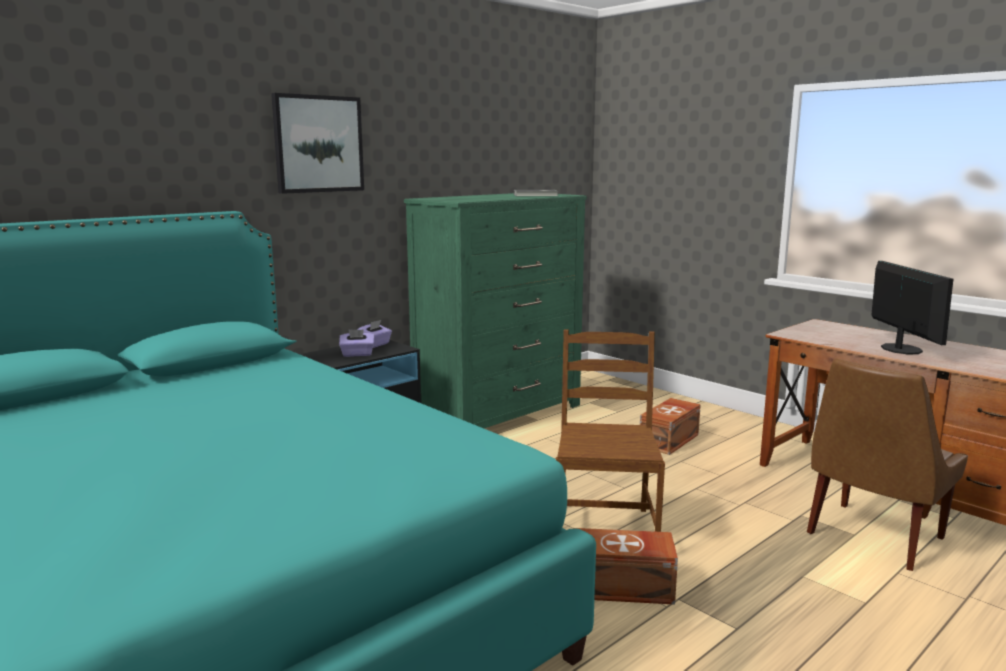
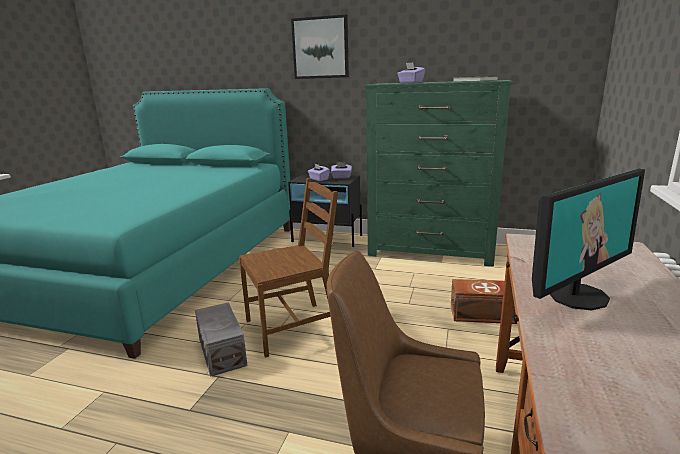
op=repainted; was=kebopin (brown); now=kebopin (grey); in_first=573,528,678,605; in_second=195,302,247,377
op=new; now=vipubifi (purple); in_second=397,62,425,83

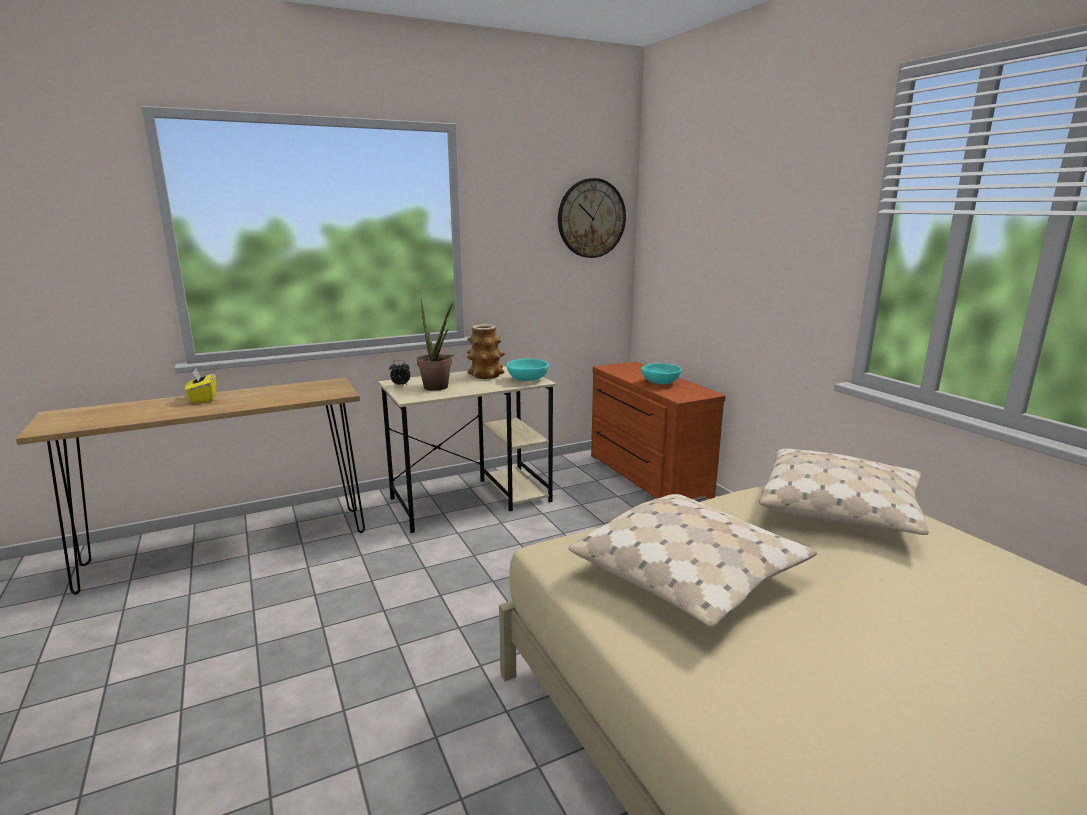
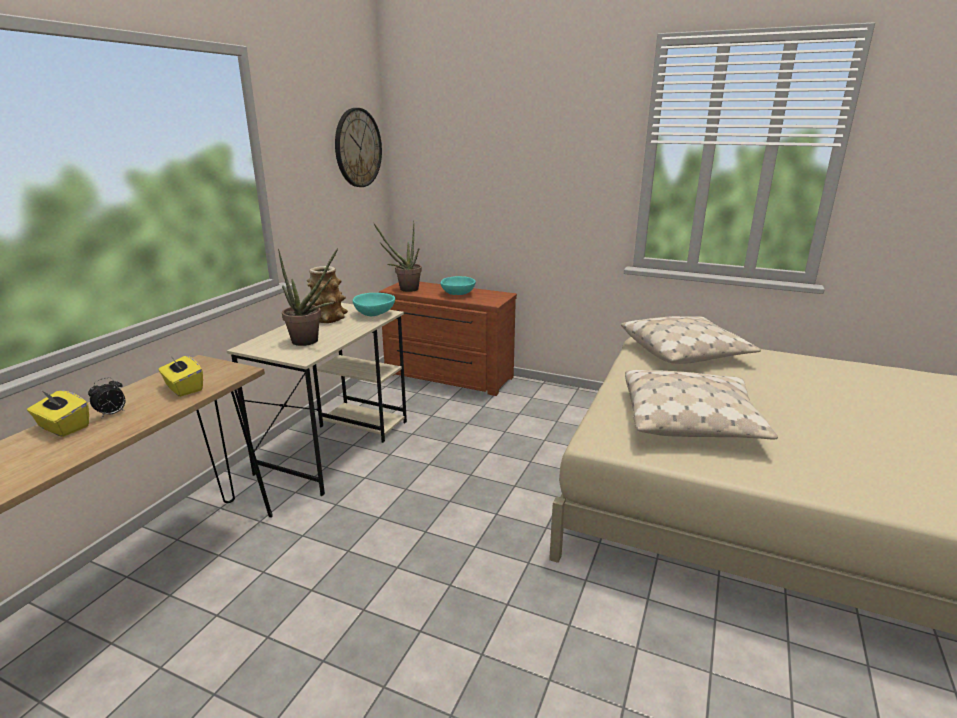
op=shifted; was=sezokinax; in_first=389,360,410,386; in_second=88,377,125,418
op=new; now=vipubifi (yellow); in_second=158,355,203,397
op=new; now=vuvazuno; in_second=374,221,422,292

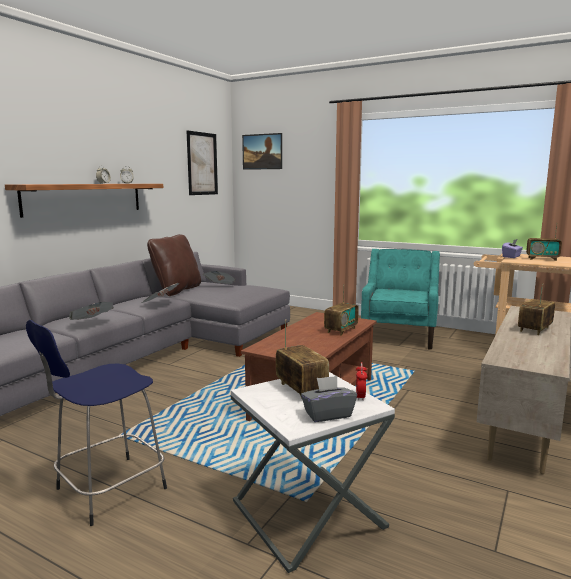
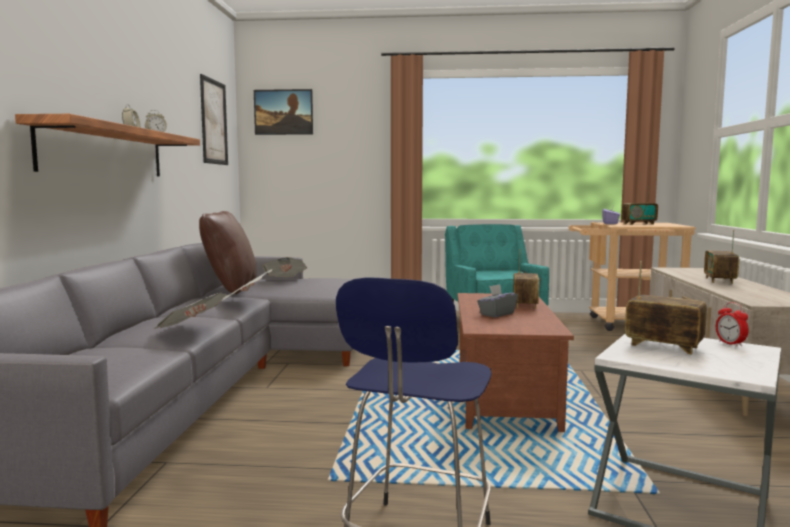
op=shifted; was=vipubifi (grey); in_first=301,376,357,422; in_second=477,284,518,317

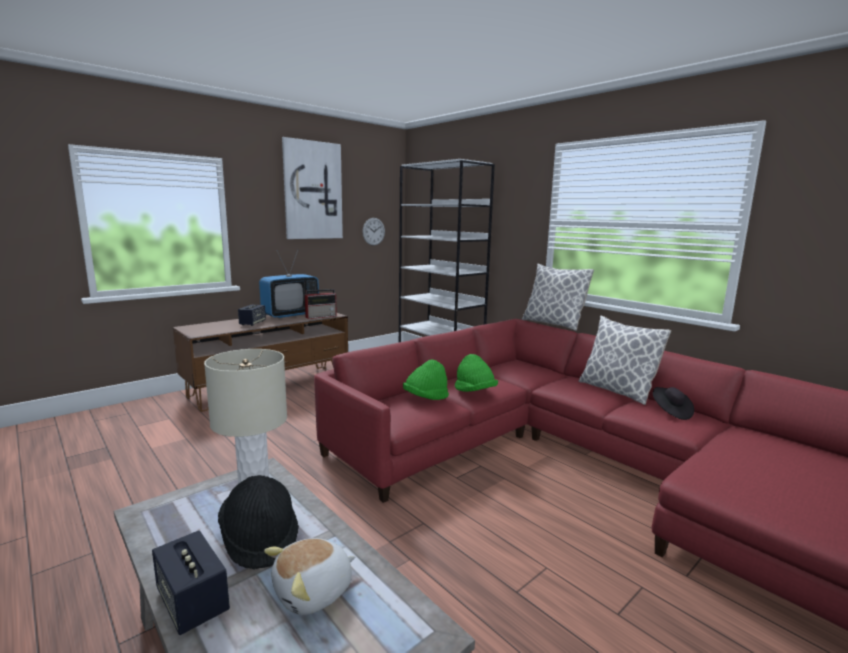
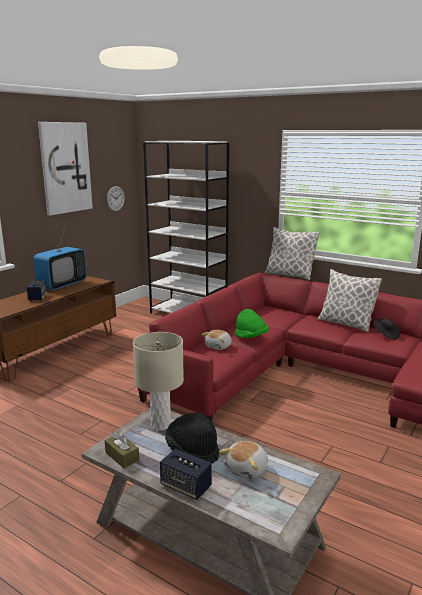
op=gone; was=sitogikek; in_first=305,289,337,319
op=swapped; was=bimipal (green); now=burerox; in_first=403,360,449,400; in_second=202,330,232,350
op=new; now=vipubifi (brown); in_second=105,431,139,468

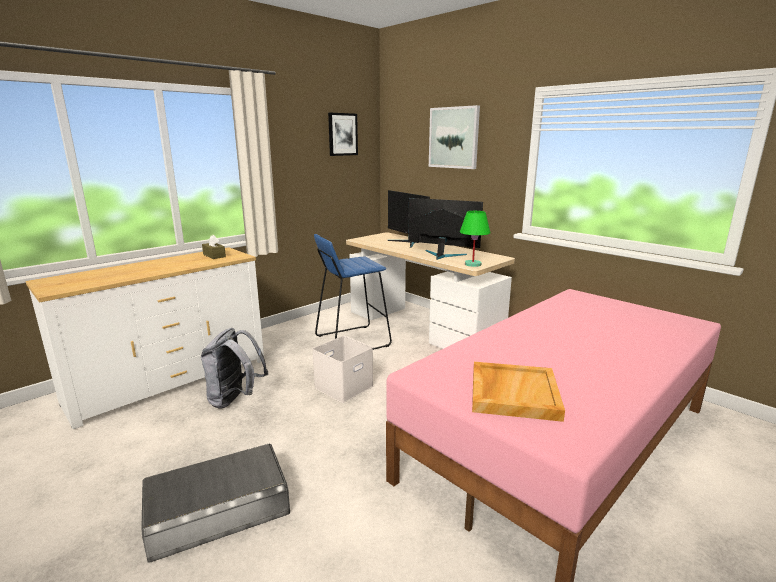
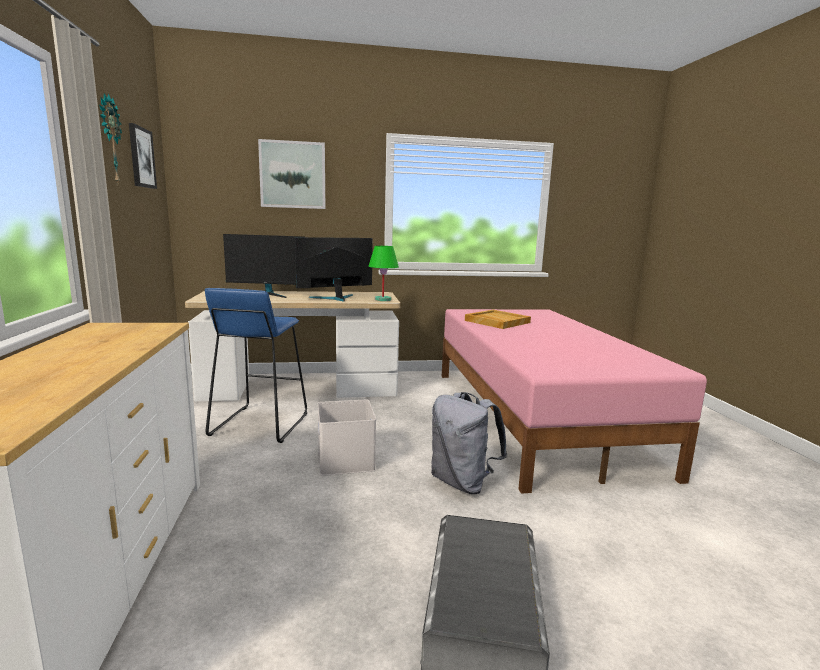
op=shifted; was=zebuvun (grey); in_first=201,328,268,409; in_second=431,392,507,494
op=gone; was=vipubifi (brown); in_first=202,235,226,259
op=shifted; was=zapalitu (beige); in_first=472,362,565,422; in_second=465,310,531,329
op=new; now=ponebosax; in_second=99,93,122,184

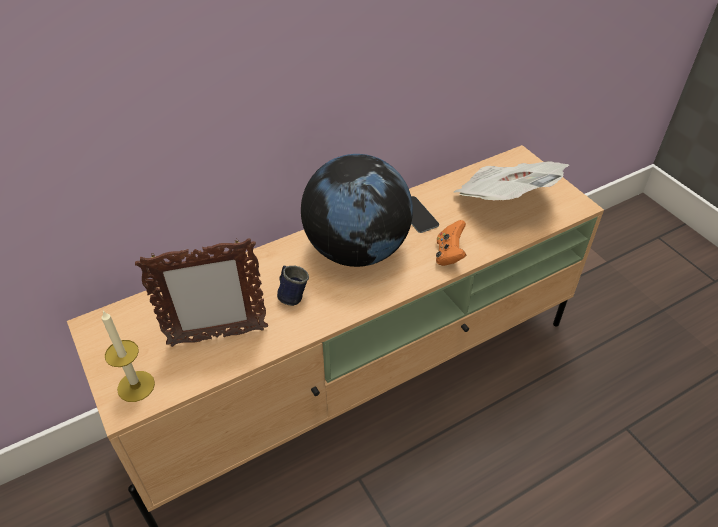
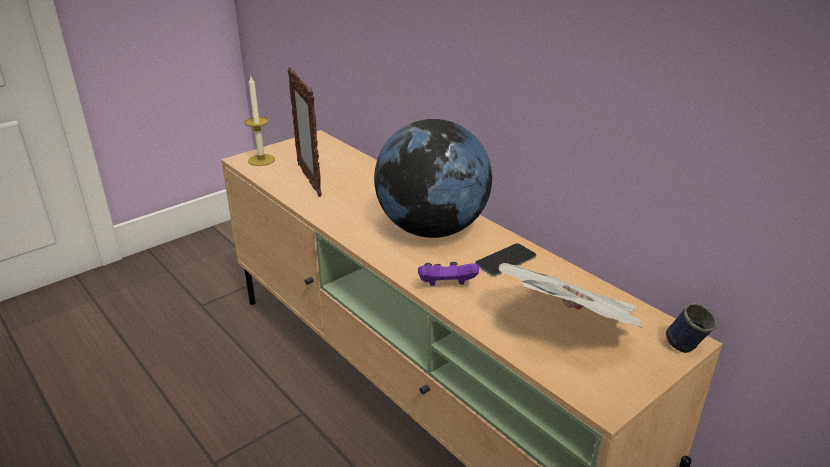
op=shifted; was=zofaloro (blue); in_first=277,266,309,306; in_second=666,303,717,353
op=repainted; was=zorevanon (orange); now=zorevanon (purple); in_first=436,220,466,266; in_second=418,262,479,286

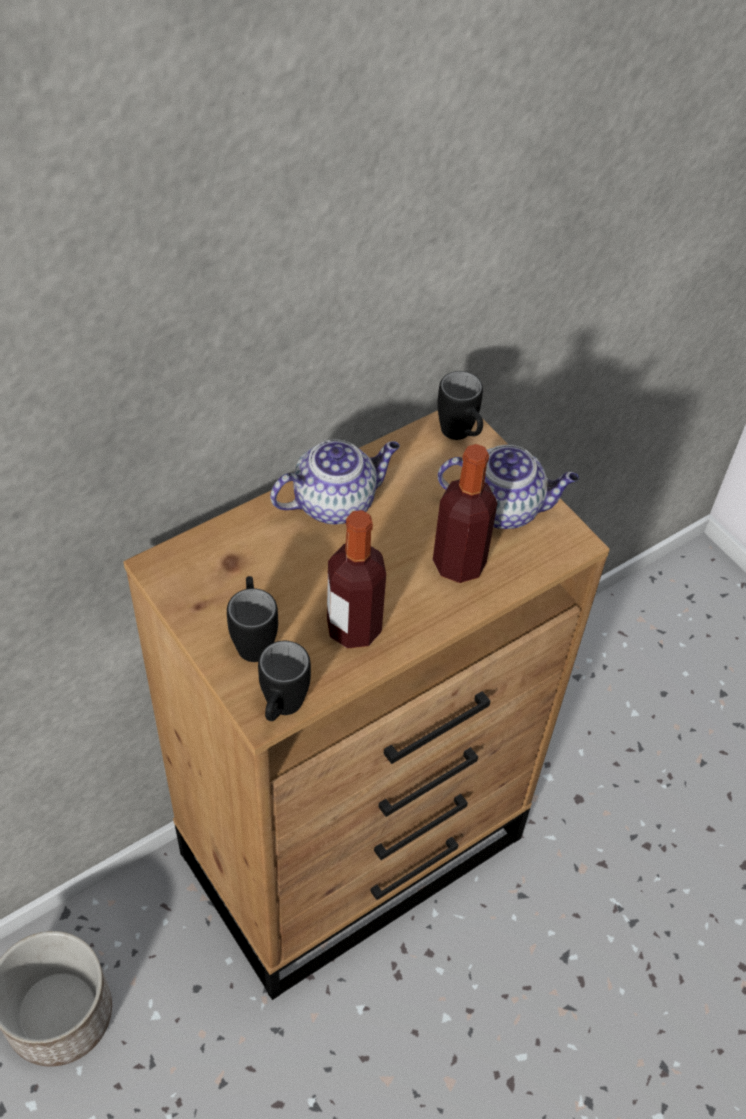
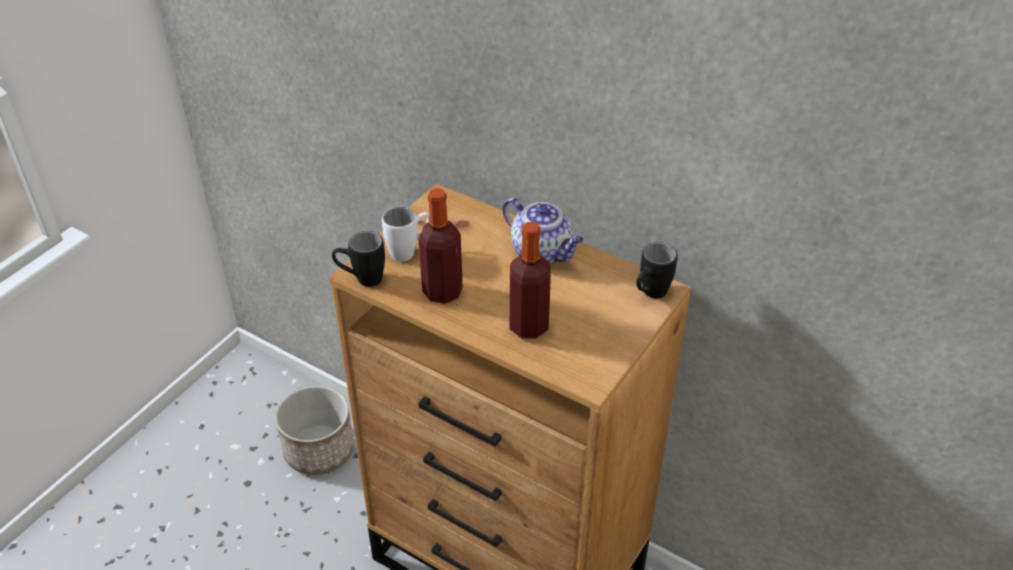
op=repainted; was=zofaloro (black); now=zofaloro (white); in_first=227,576,278,662; in_second=382,207,430,262
op=gone; was=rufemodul; in_first=438,445,579,529

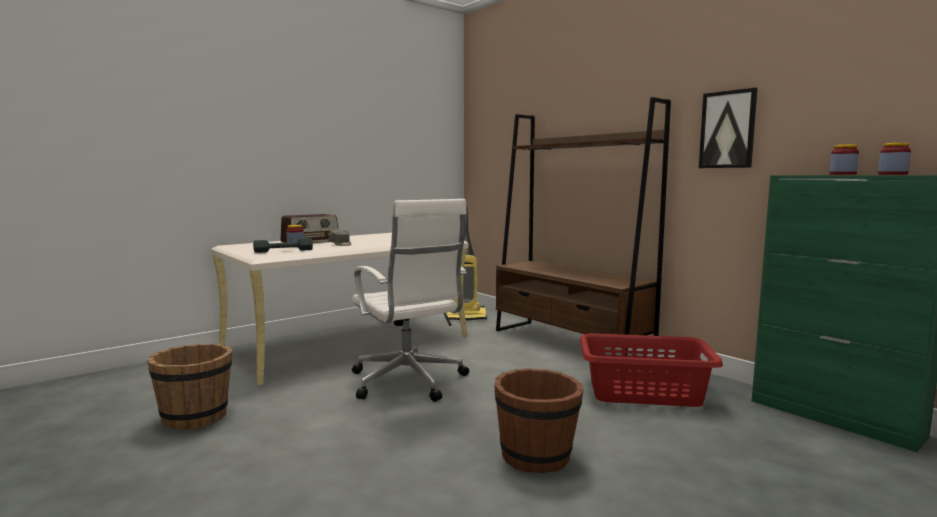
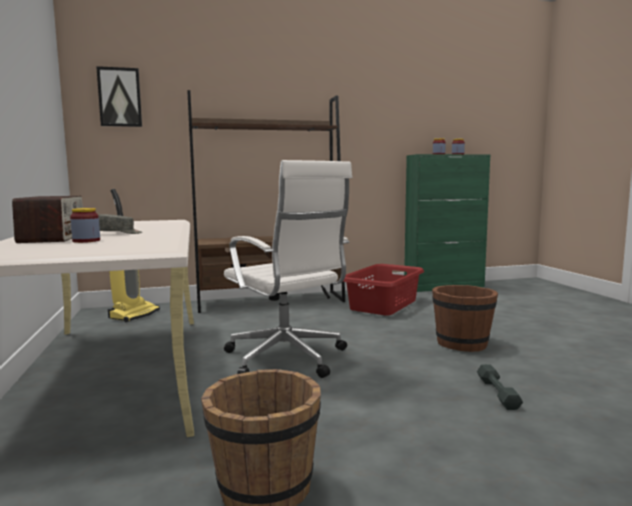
op=shifted; was=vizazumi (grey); in_first=253,238,313,253; in_second=477,364,523,410
op=rotated; was=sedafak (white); in_first=352,199,469,402; in_second=224,160,352,378; clockwise=60
op=shifted; was=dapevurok; in_first=699,88,758,168; in_second=96,66,142,127

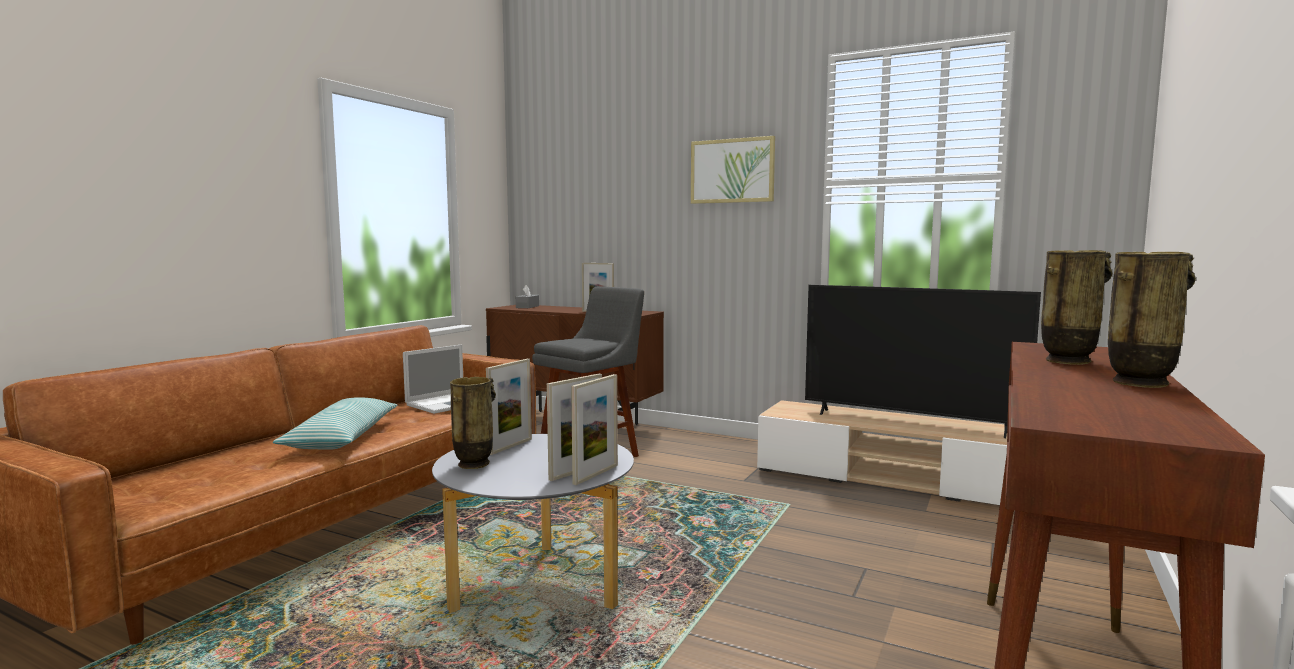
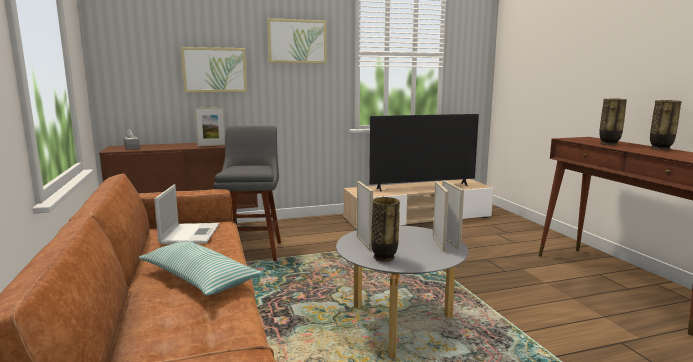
op=new; now=dapevurok; in_second=181,47,247,93

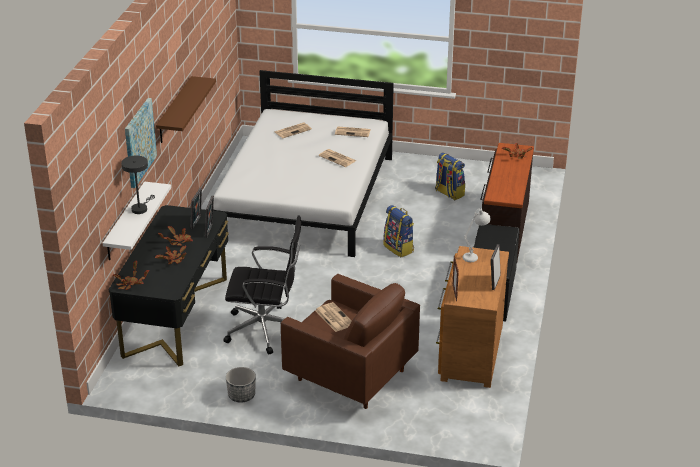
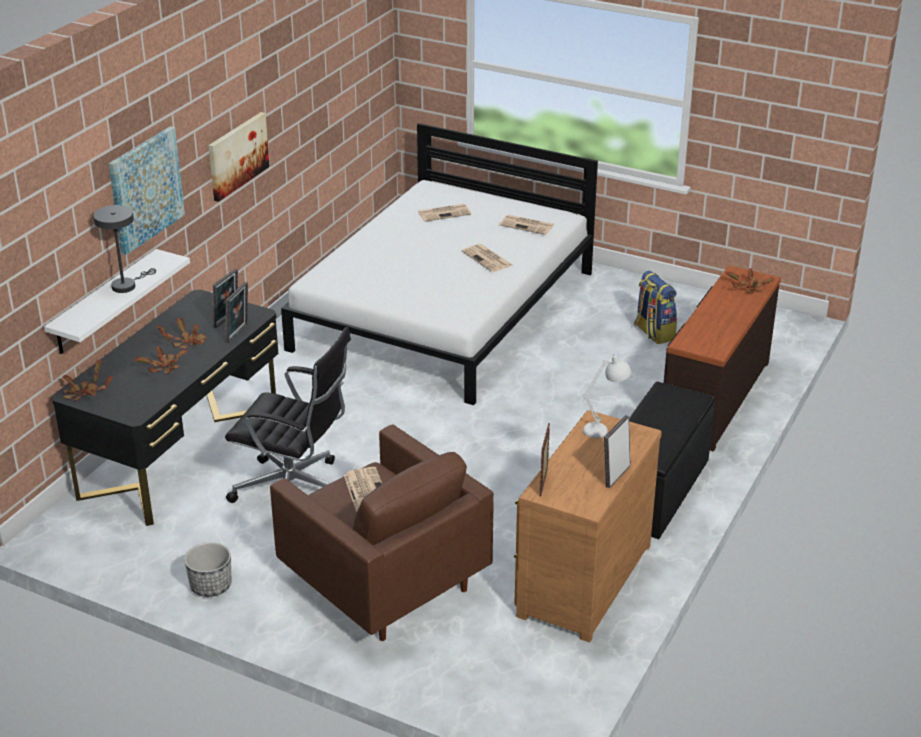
op=swapped; was=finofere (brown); now=dapevurok; in_first=156,76,216,143; in_second=208,112,270,202
op=gone; was=zebuvun; in_first=383,205,414,257

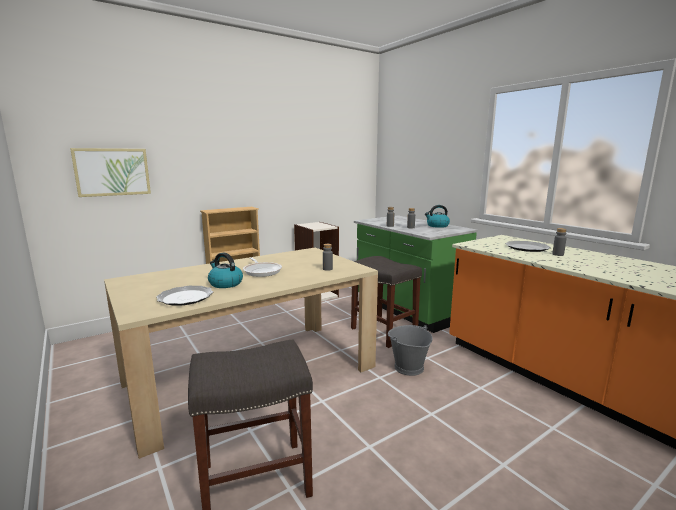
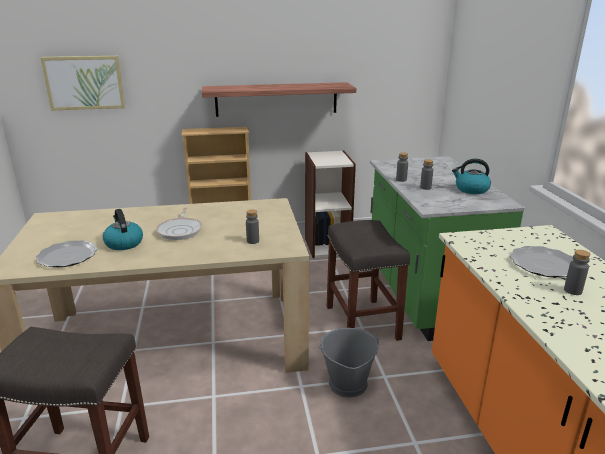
op=new; now=finofere; in_second=202,82,356,117

